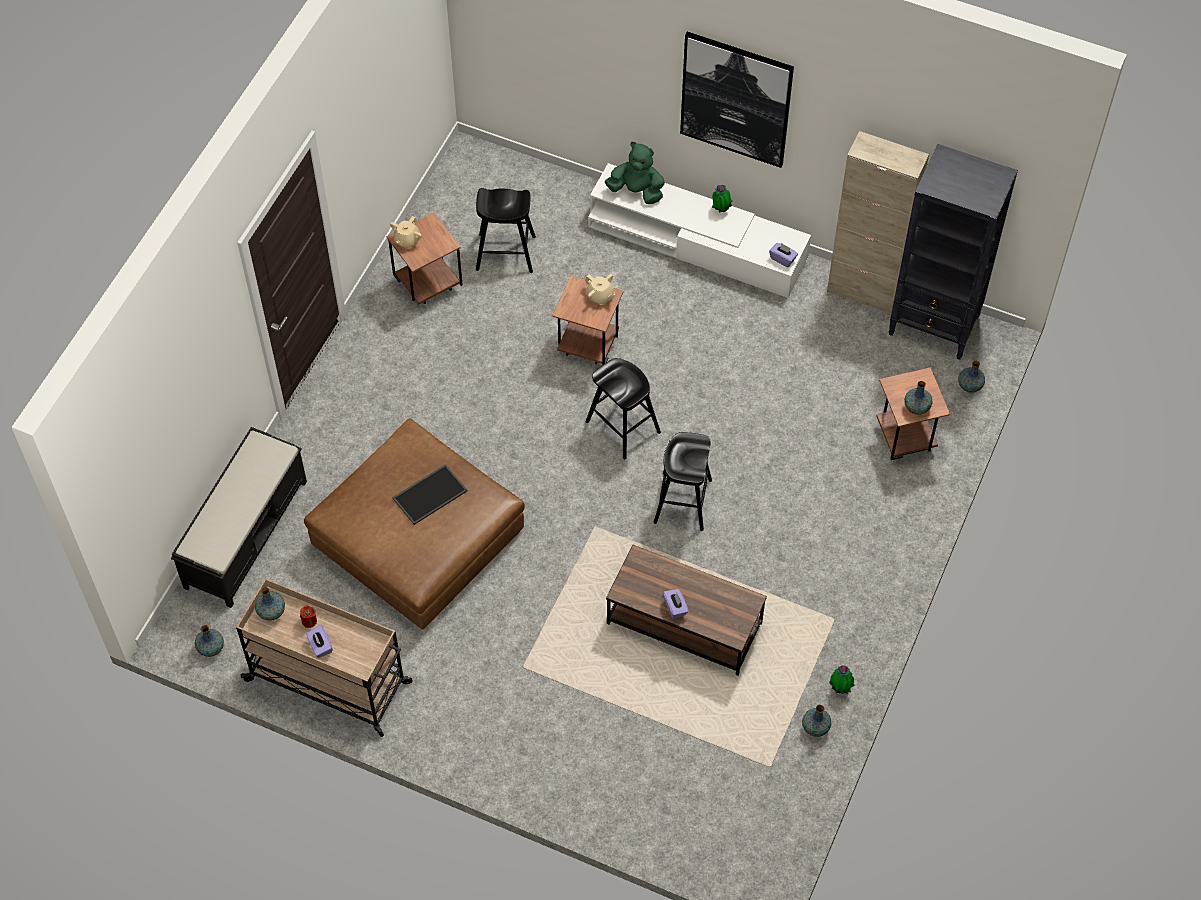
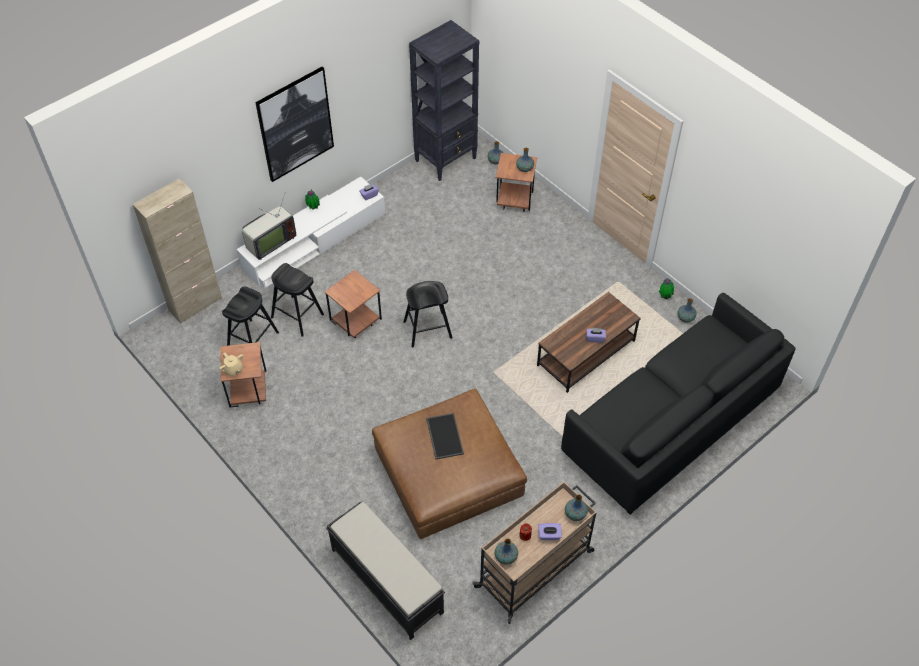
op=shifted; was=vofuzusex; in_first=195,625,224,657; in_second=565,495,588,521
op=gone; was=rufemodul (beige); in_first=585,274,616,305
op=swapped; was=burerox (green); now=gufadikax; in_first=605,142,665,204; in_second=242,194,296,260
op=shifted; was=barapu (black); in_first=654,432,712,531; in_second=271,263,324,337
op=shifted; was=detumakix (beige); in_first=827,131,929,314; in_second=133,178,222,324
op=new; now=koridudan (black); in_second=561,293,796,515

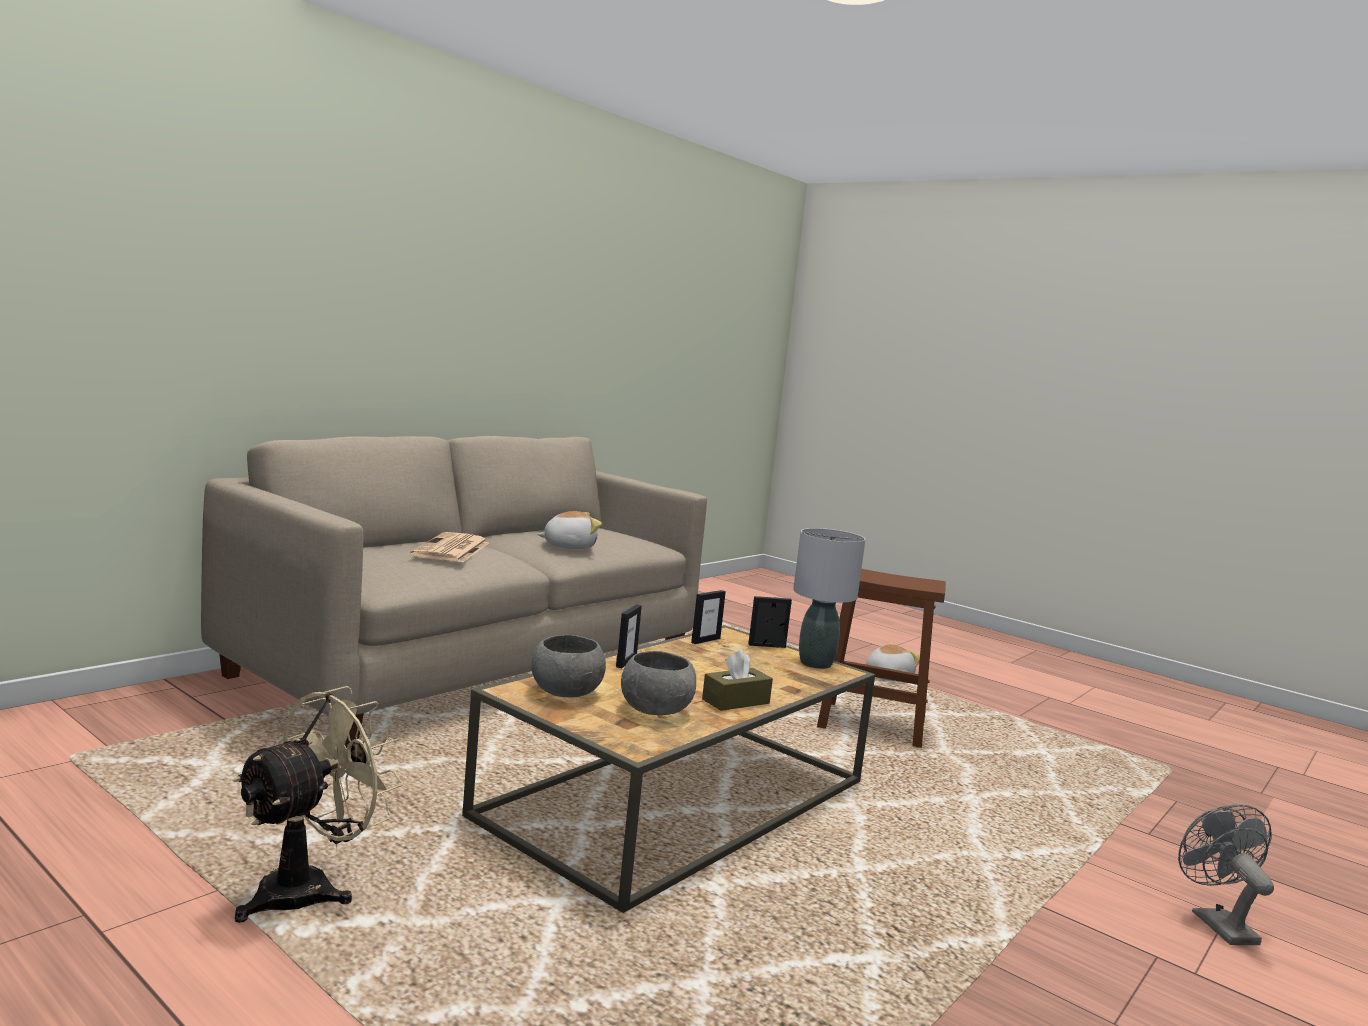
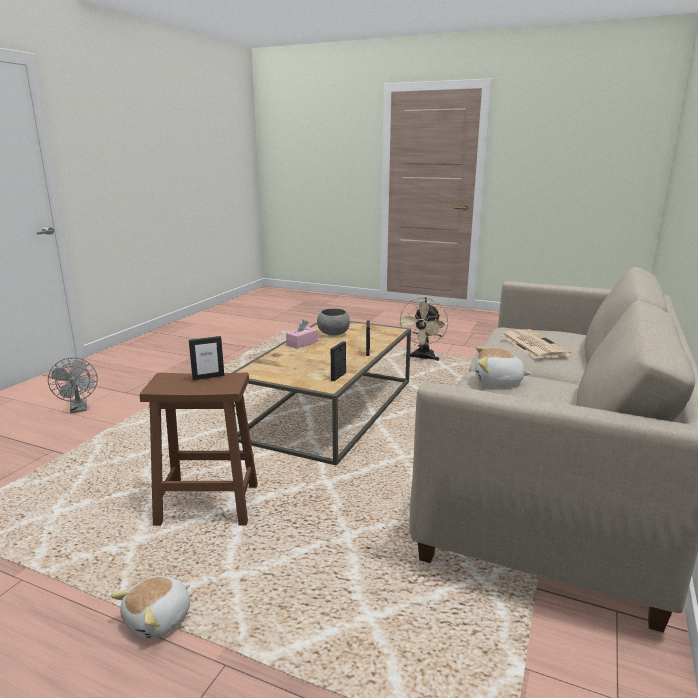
op=gone; was=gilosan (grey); in_first=532,635,606,698
op=rotated; was=burerox; in_first=537,511,602,549; in_second=475,346,531,386; clockwise=45
op=repainted; was=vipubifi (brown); now=vipubifi (pink); in_first=702,650,773,711; in_second=286,319,318,349
op=shifted; was=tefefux; in_first=748,596,792,648; in_second=189,336,224,380
op=gone; was=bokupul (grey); in_first=793,528,866,669

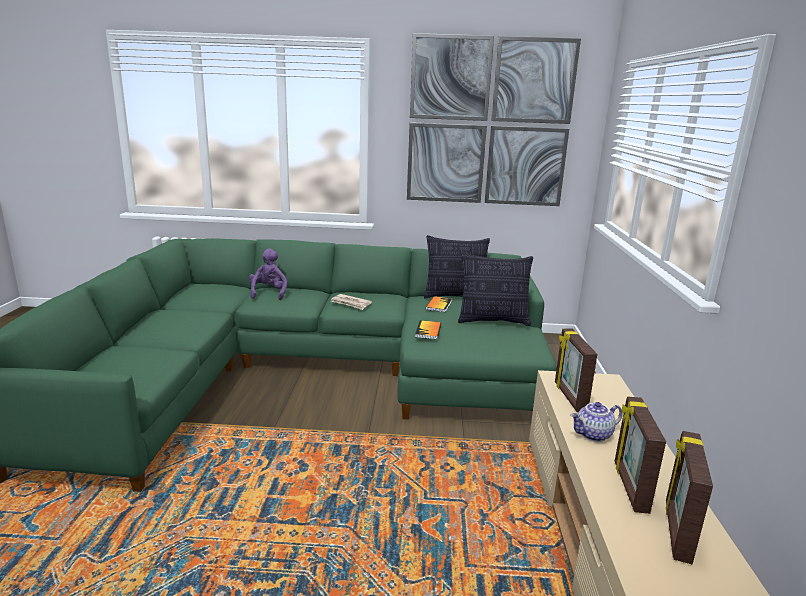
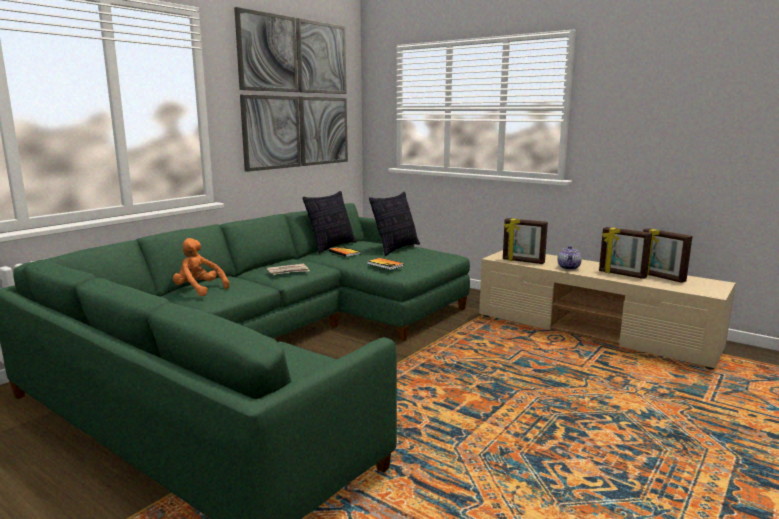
op=repainted; was=burerox (purple); now=burerox (orange); in_first=249,248,287,300; in_second=173,238,230,296

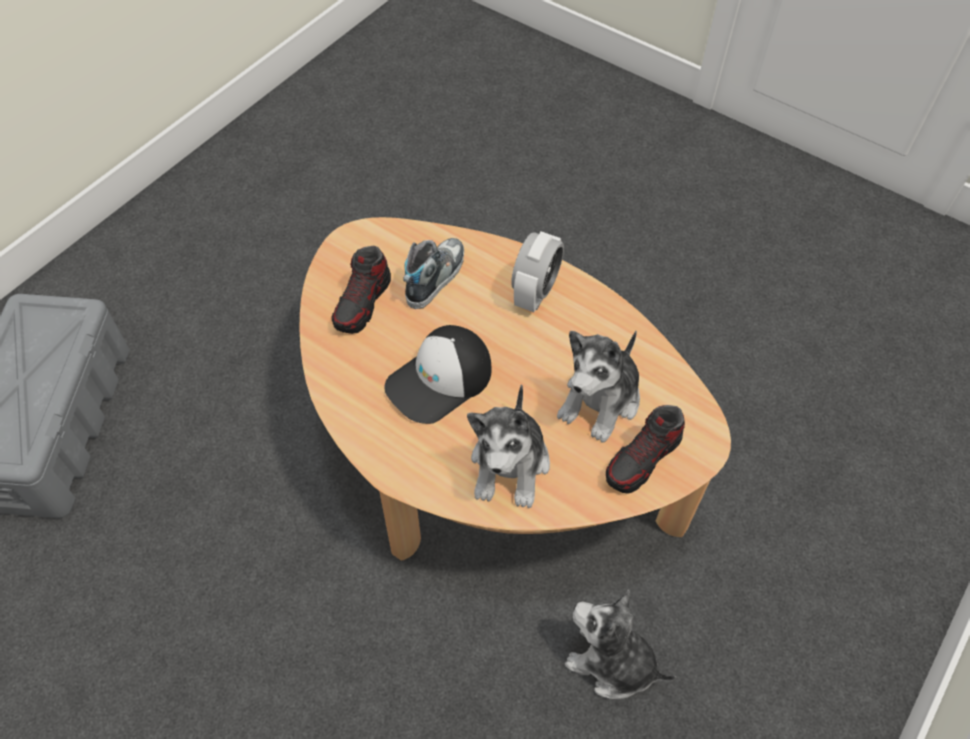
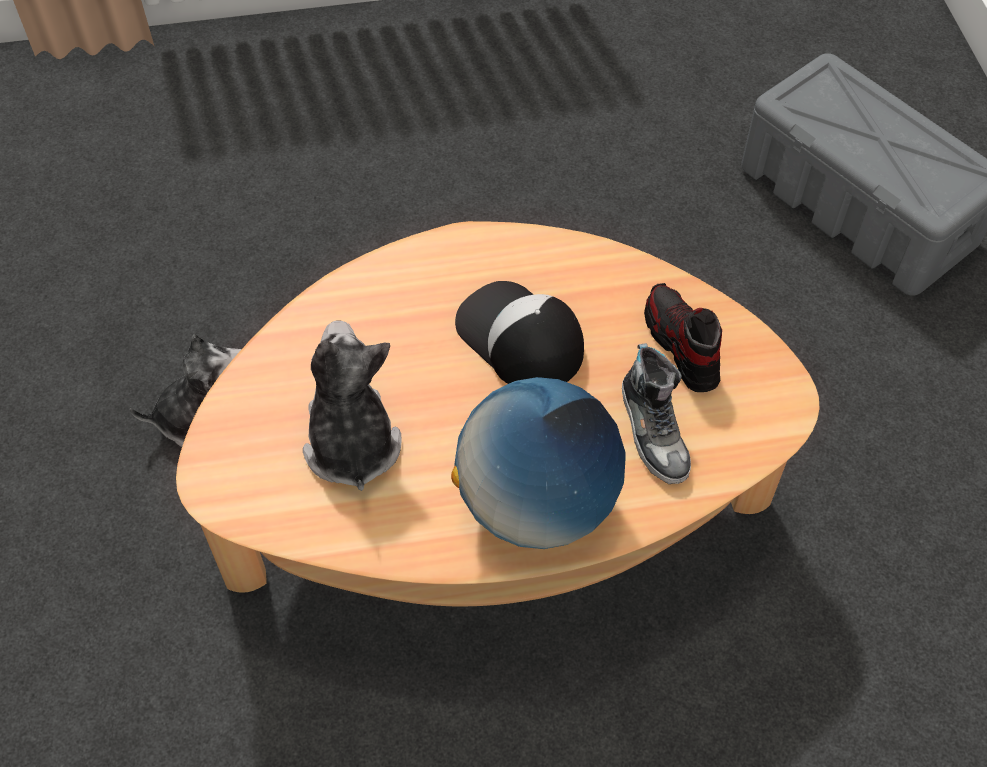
op=rotated; was=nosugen; in_first=385,325,492,424; in_second=455,281,584,384; clockwise=-45
op=gone; was=burerox; in_first=467,384,550,508
op=swapped; was=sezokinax; now=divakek; in_first=511,231,564,312; in_second=451,377,626,549
op=gone; was=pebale; in_first=606,405,685,494

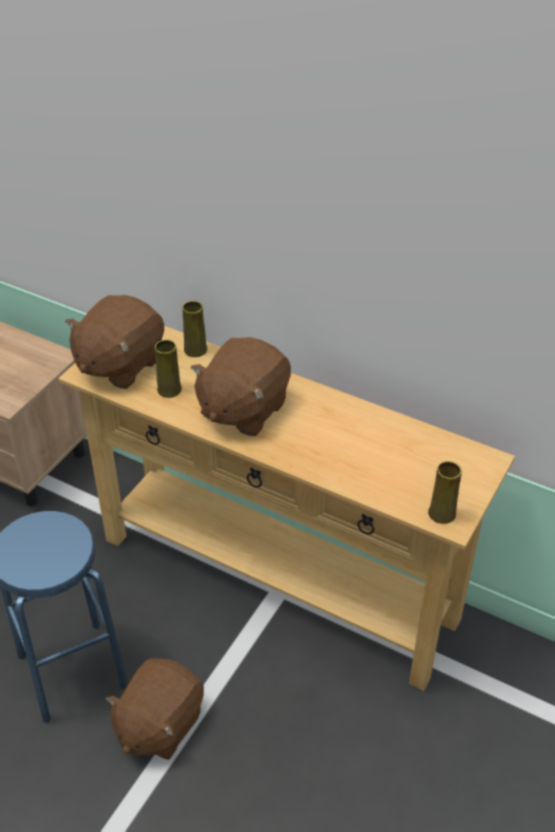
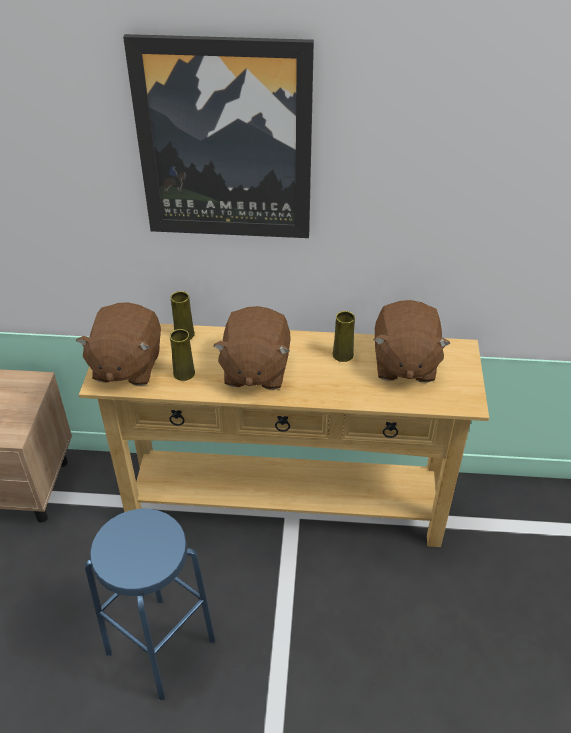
op=shifted; was=burerox (brown); in_first=105,658,204,760; in_second=373,300,451,383
op=shifted; was=vofuzusex (yellow); in_first=428,461,462,524; in_second=332,311,355,362
op=new; now=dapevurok; in_second=123,34,314,238

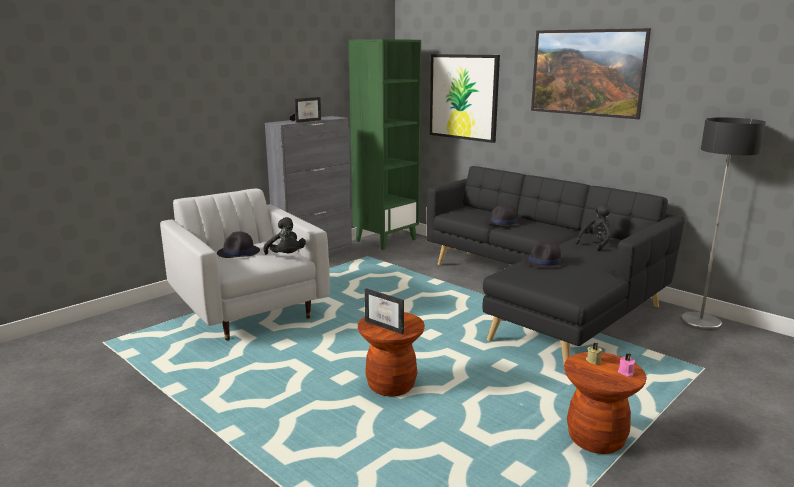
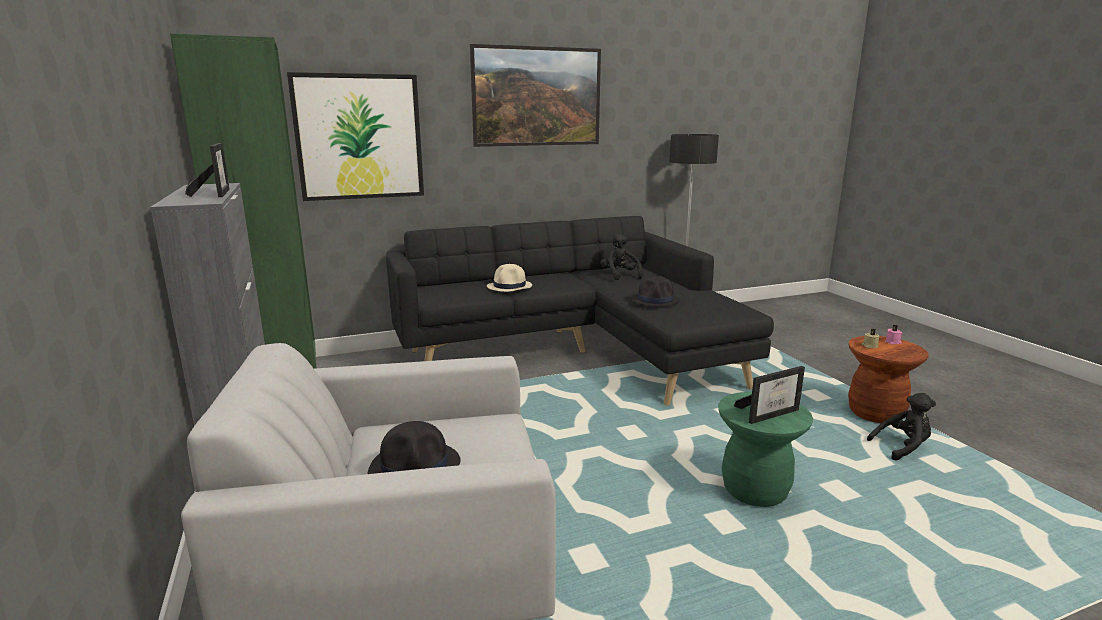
op=shifted; was=burerox (black); in_first=264,217,306,255; in_second=867,393,936,460
op=repainted; was=barapu (brown); now=barapu (green); in_first=358,312,425,397; in_second=718,392,813,507
op=repainted; was=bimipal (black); now=bimipal (beige); in_first=486,204,522,226; in_second=487,264,532,292

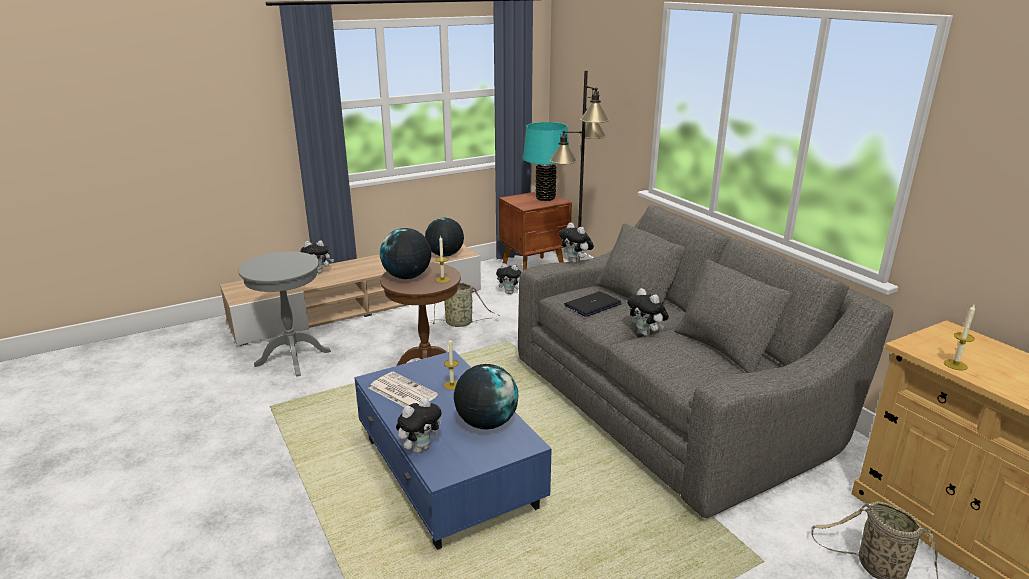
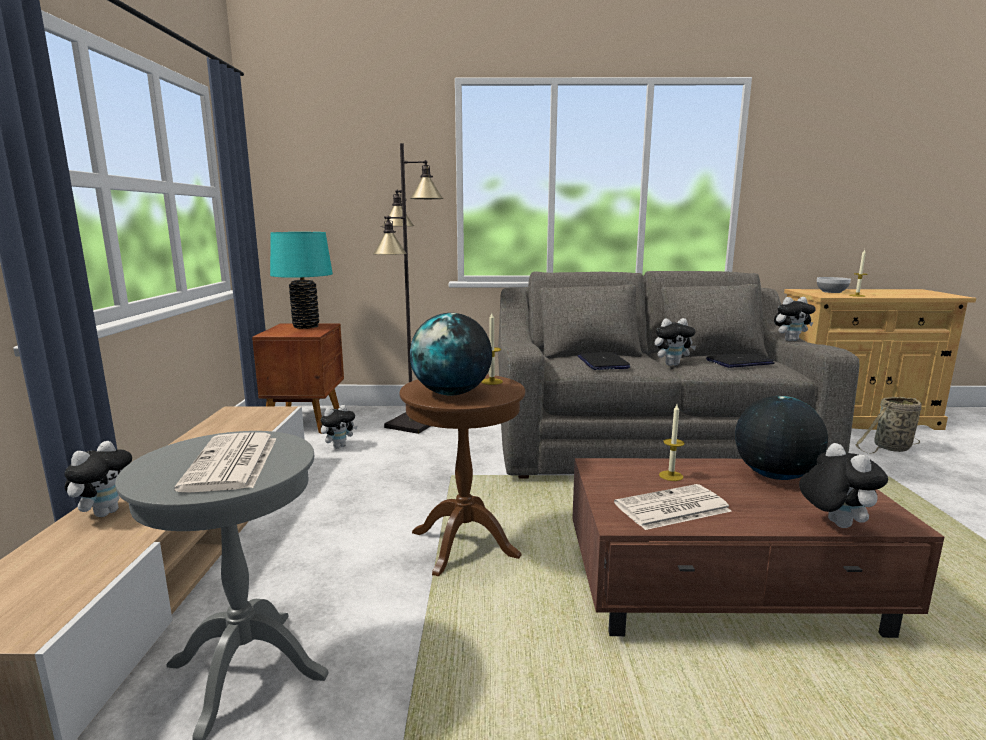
op=repainted; was=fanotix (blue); now=fanotix (brown); in_first=354,351,552,550; in_second=572,458,944,638
op=gone; was=divakek; in_first=425,218,464,257
op=gone; was=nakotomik; in_first=430,282,500,327
op=shifted; was=burerox; in_first=559,222,594,263; in_second=774,297,816,341
op=new; now=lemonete; in_second=174,432,276,493
op=new; now=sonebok; in_second=706,353,775,368
op=new; now=gilosan; in_second=817,277,851,293

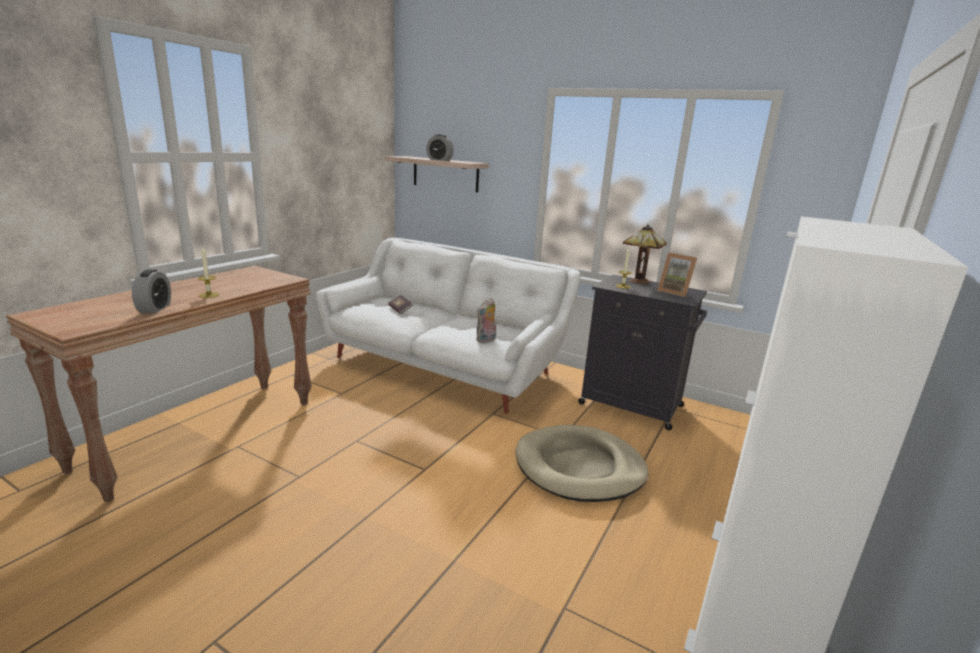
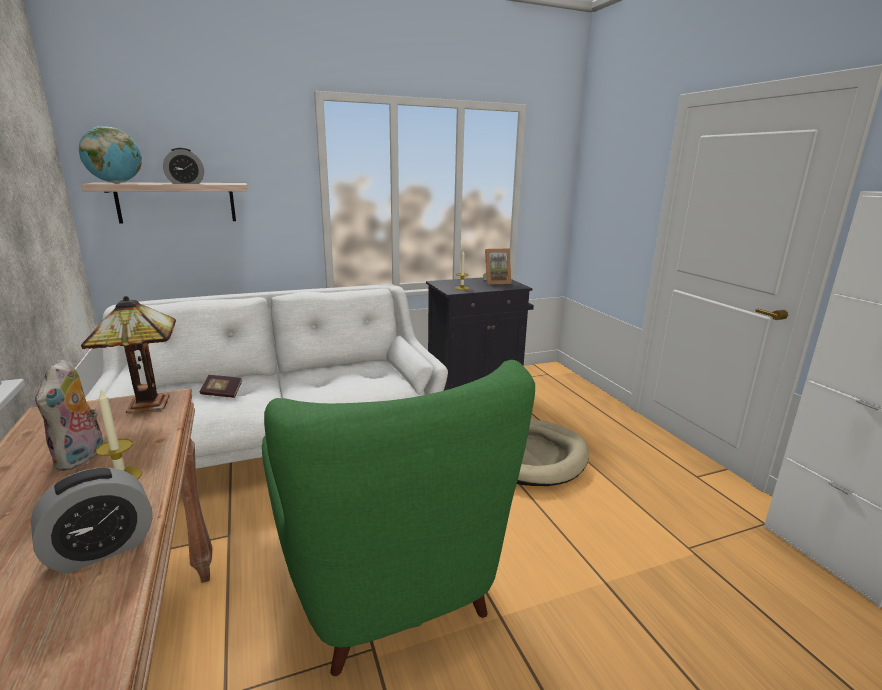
op=rotated; was=sezokinax; in_first=132,269,171,313; in_second=31,468,152,573; clockwise=105
op=shifted; was=burerox; in_first=476,298,496,343; in_second=35,359,103,471
op=shifted; was=bokupul; in_first=623,224,667,285; in_second=81,296,176,413
op=new; now=divakek; in_second=79,126,142,183
op=new; now=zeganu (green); in_second=262,360,535,676

